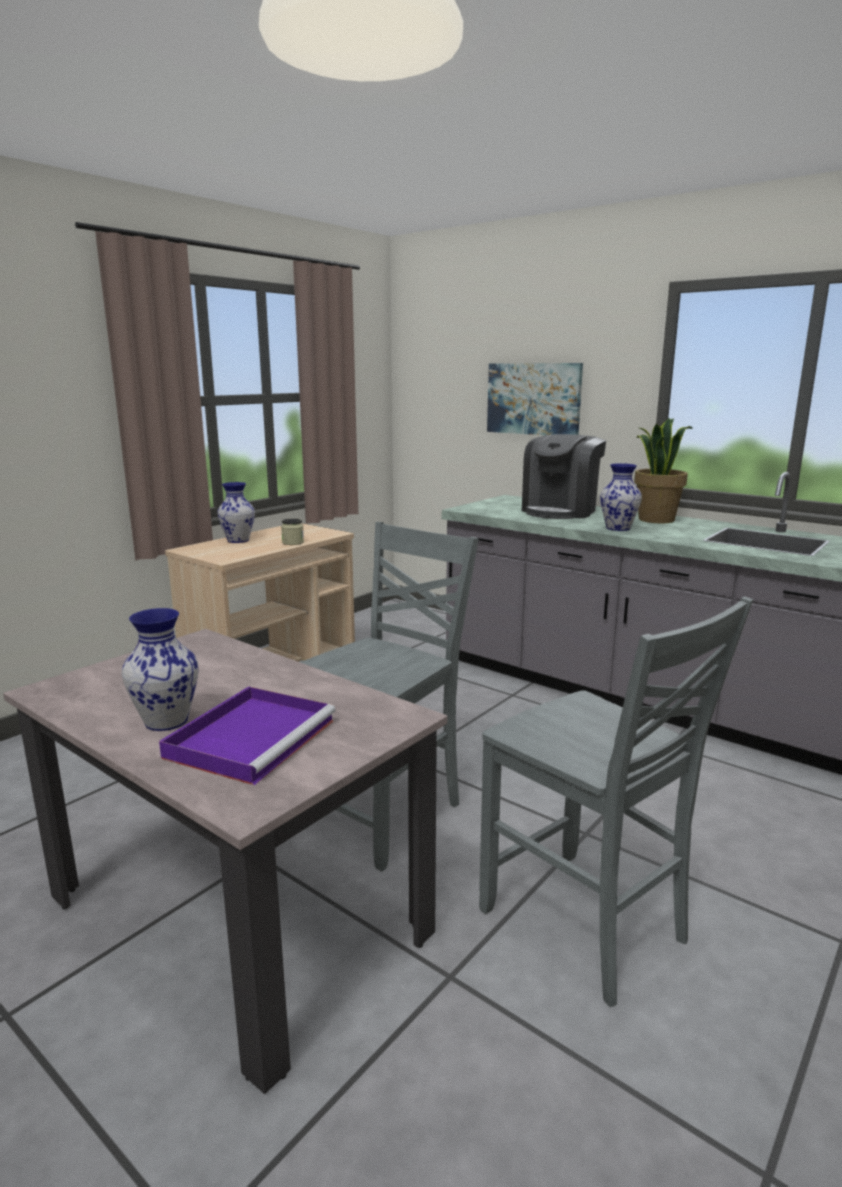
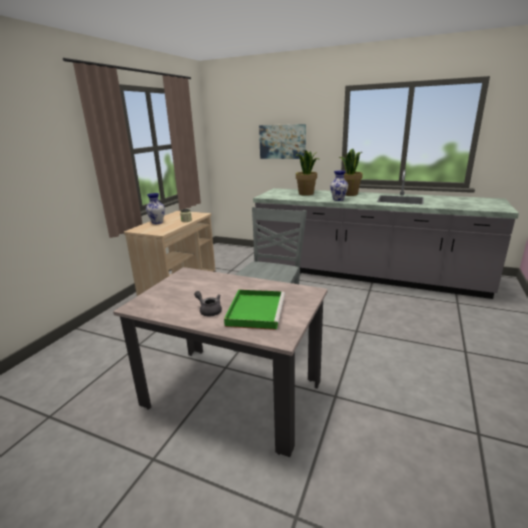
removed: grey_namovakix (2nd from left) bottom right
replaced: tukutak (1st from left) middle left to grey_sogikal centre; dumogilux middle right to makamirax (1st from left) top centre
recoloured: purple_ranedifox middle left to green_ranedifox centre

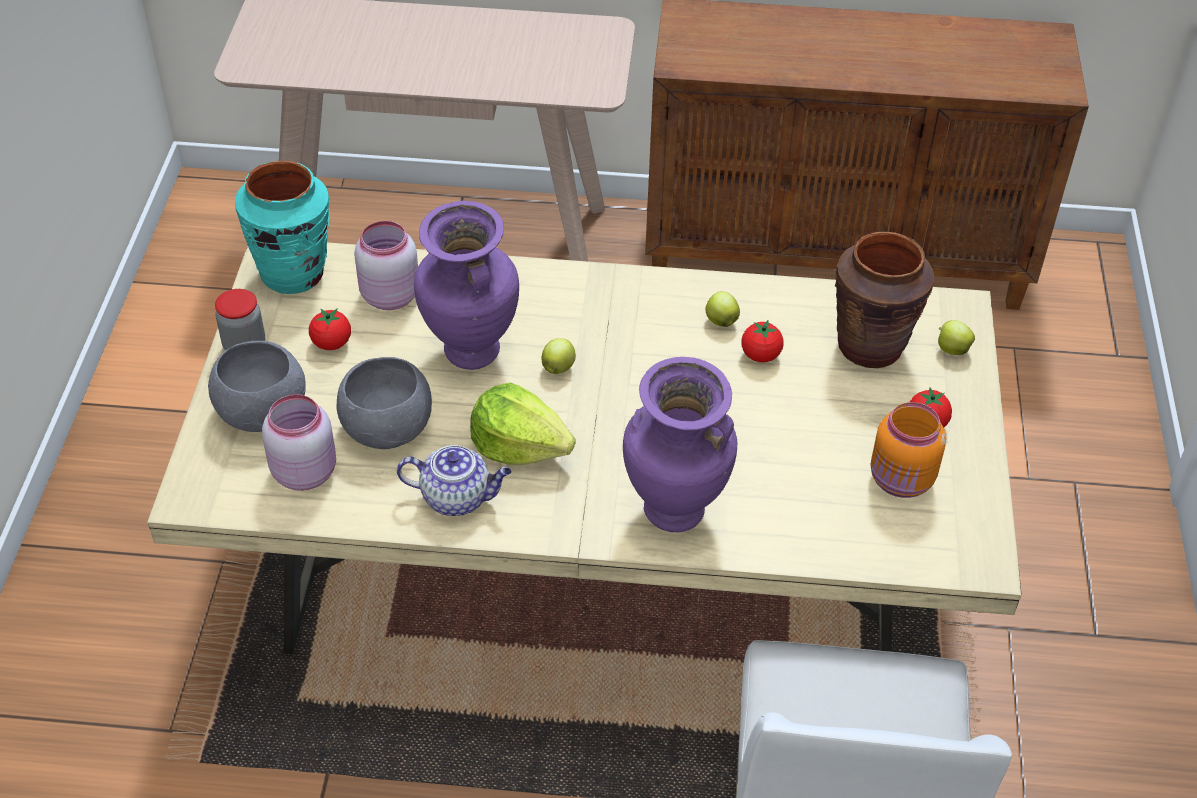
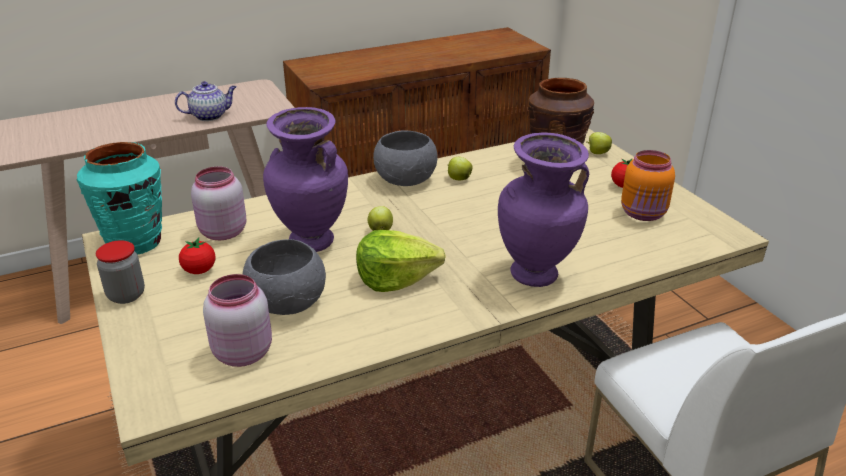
removed: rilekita (2nd from left) centre
moved: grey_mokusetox (1st from left in the first image) middle left to grey_mokusetox (2nd from left) top centre; sogikal centre to top left

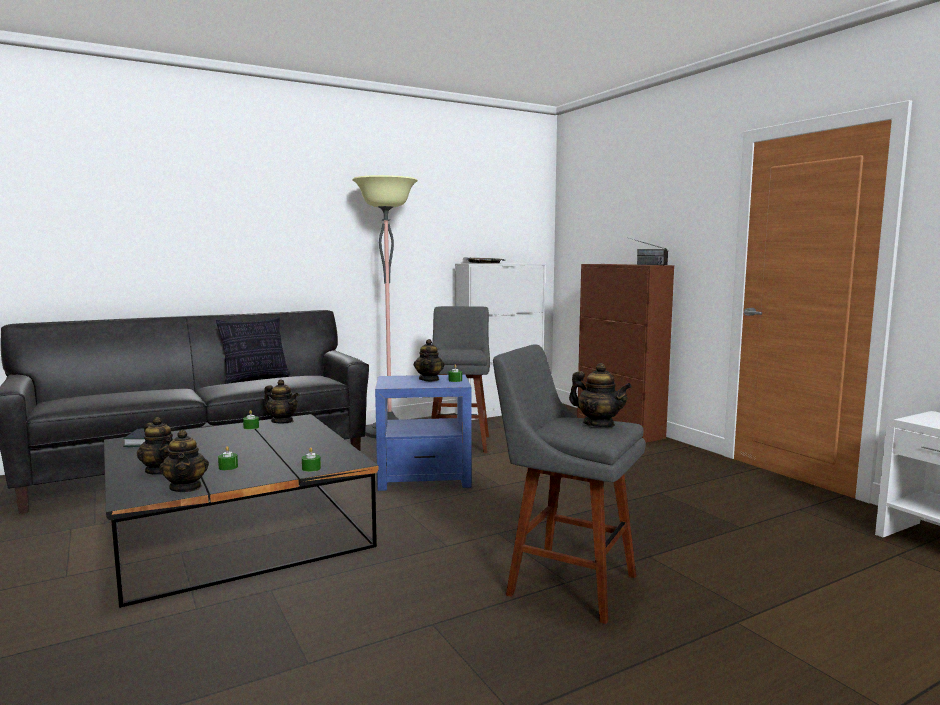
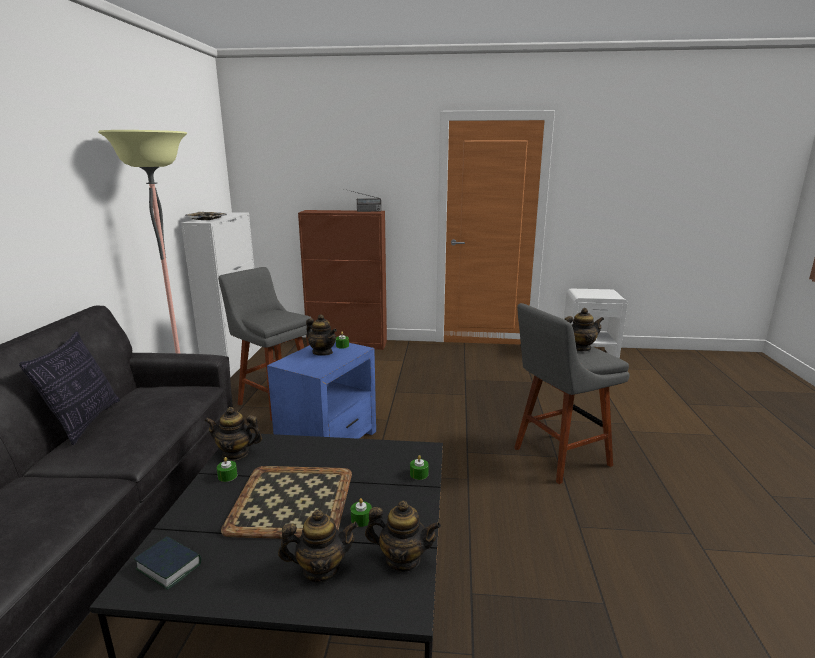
added: ranedifox (2nd from left) bottom centre
turned: sogikal (3rd from left in the first image) middle left = middle left 150 degrees counterclockwise

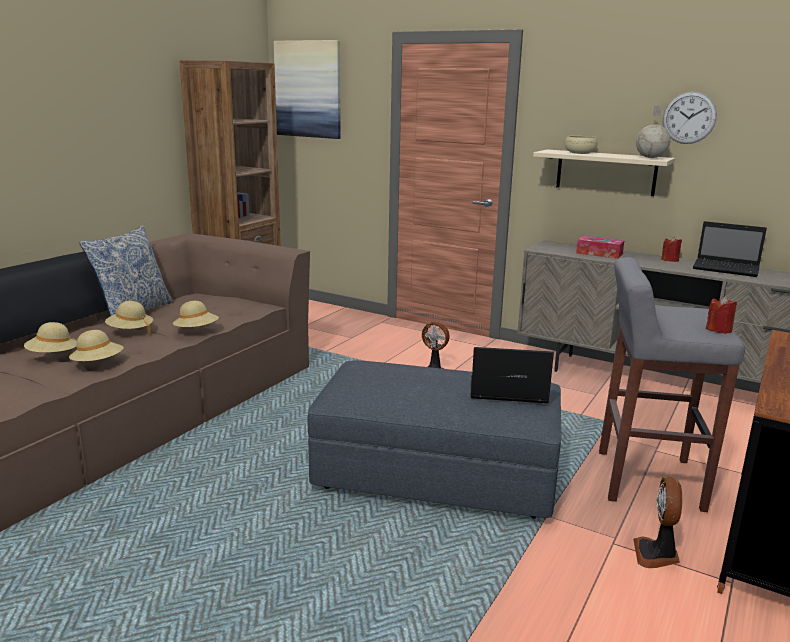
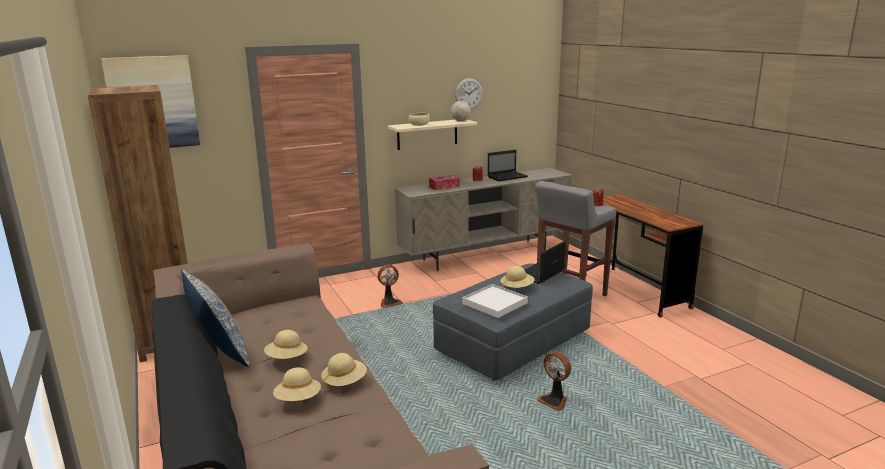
added: white_ranedifox centre
moved: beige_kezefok (4th from left) middle left to centre; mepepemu (2nd from left) bottom right to bottom centre

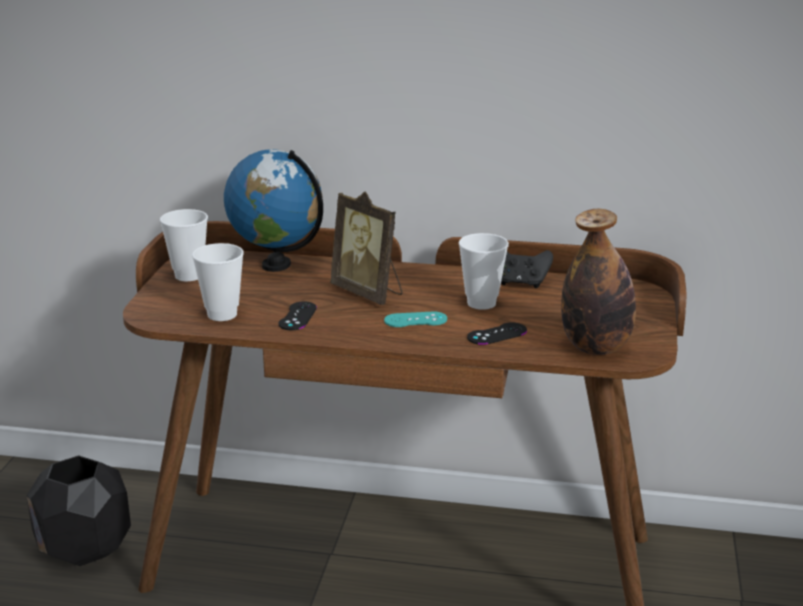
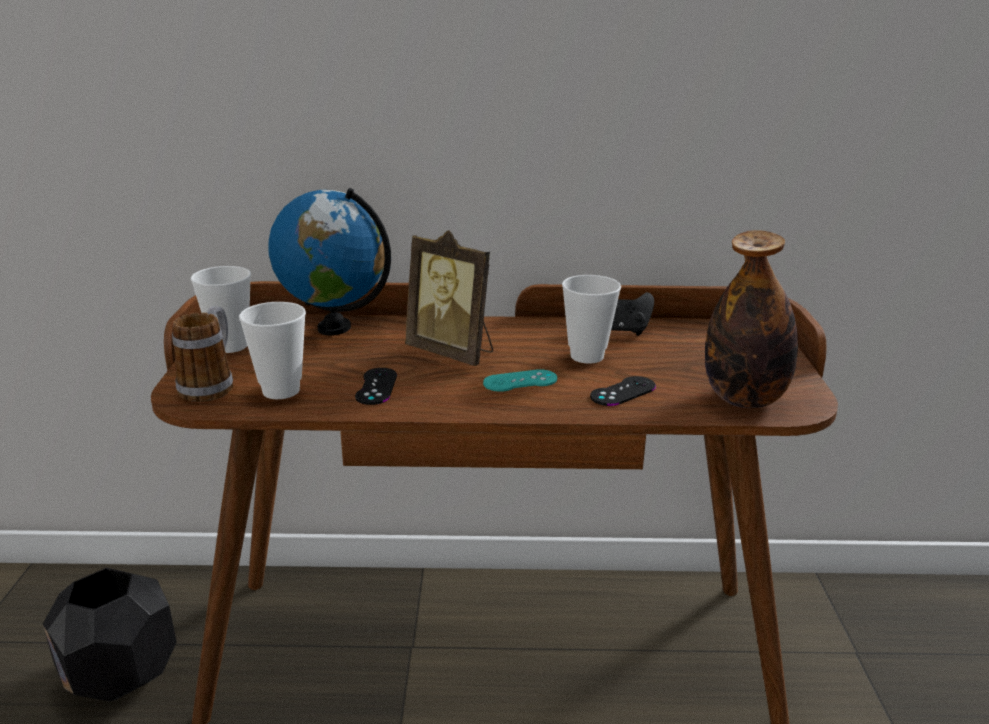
added: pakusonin middle left

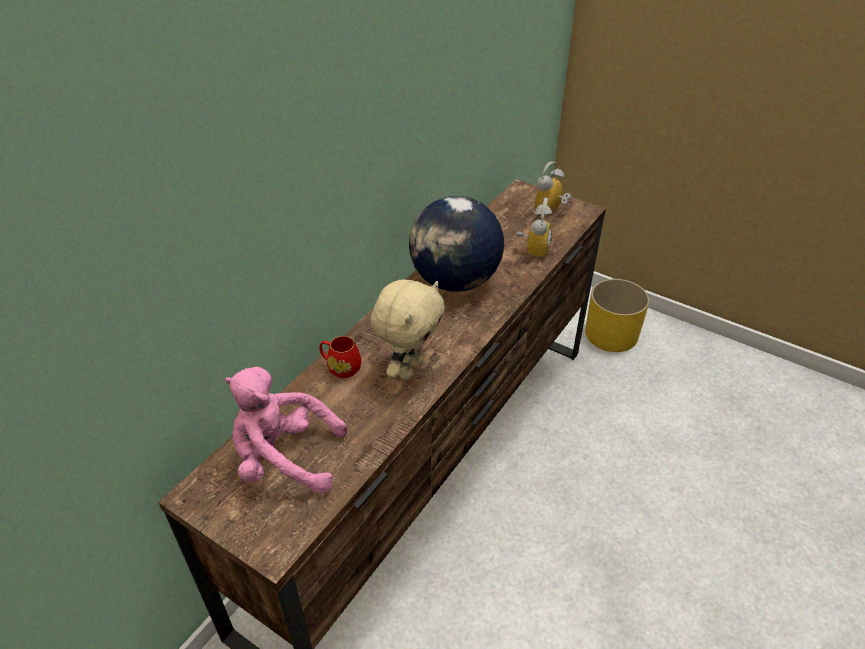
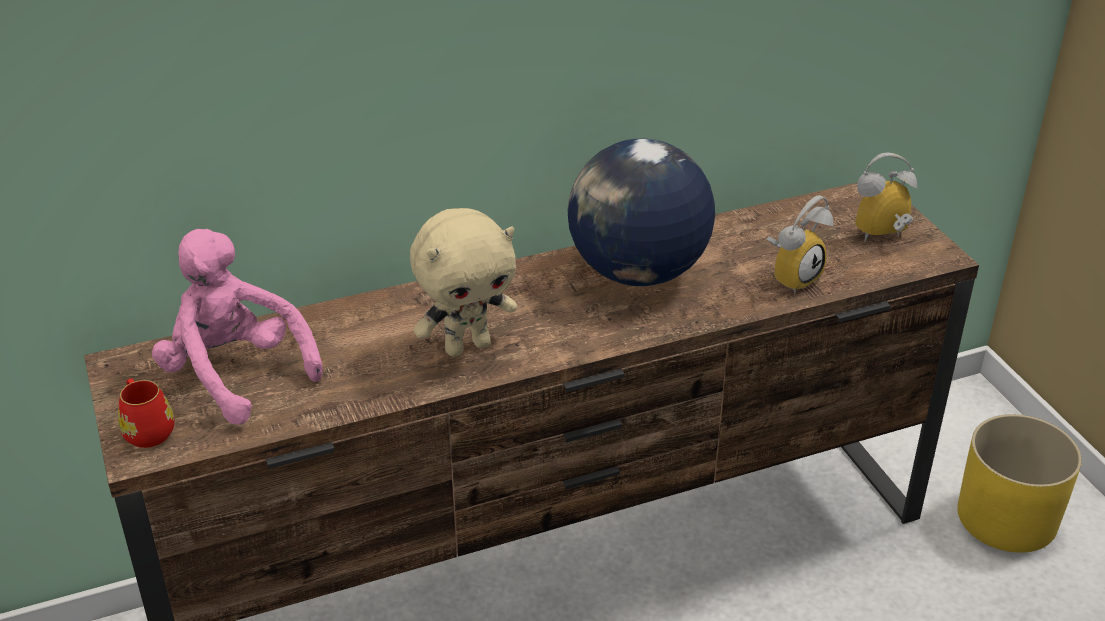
moved: red_pakusonin centre to middle left

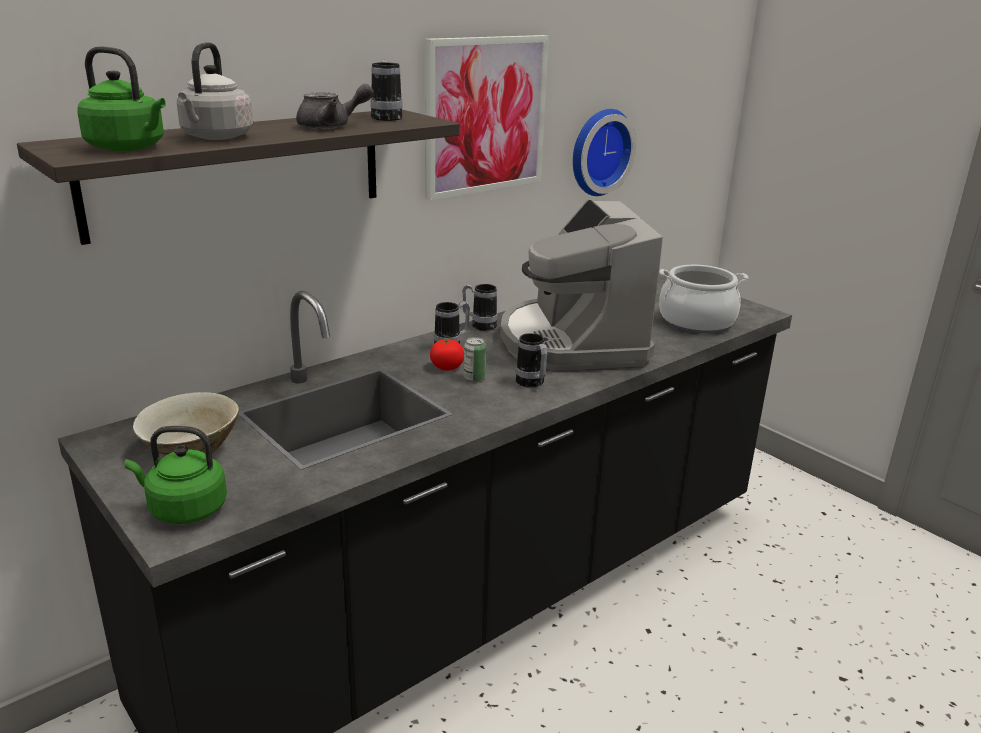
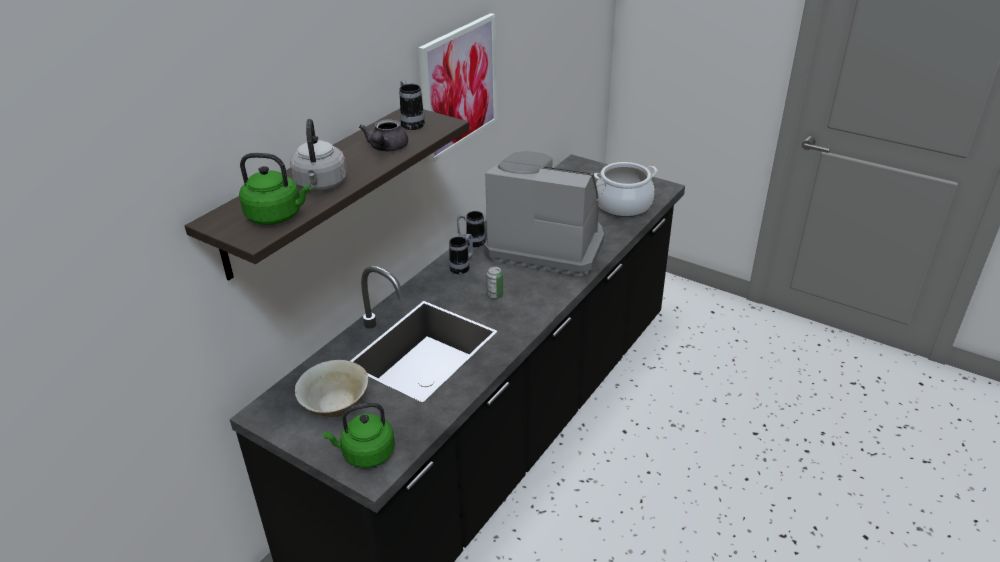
removed: rilekita centre; pakusonin (4th from left) centre; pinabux top centre
turned: grey_sogikal top centre = top centre 135 degrees clockwise; dumogilux centre = centre 135 degrees clockwise

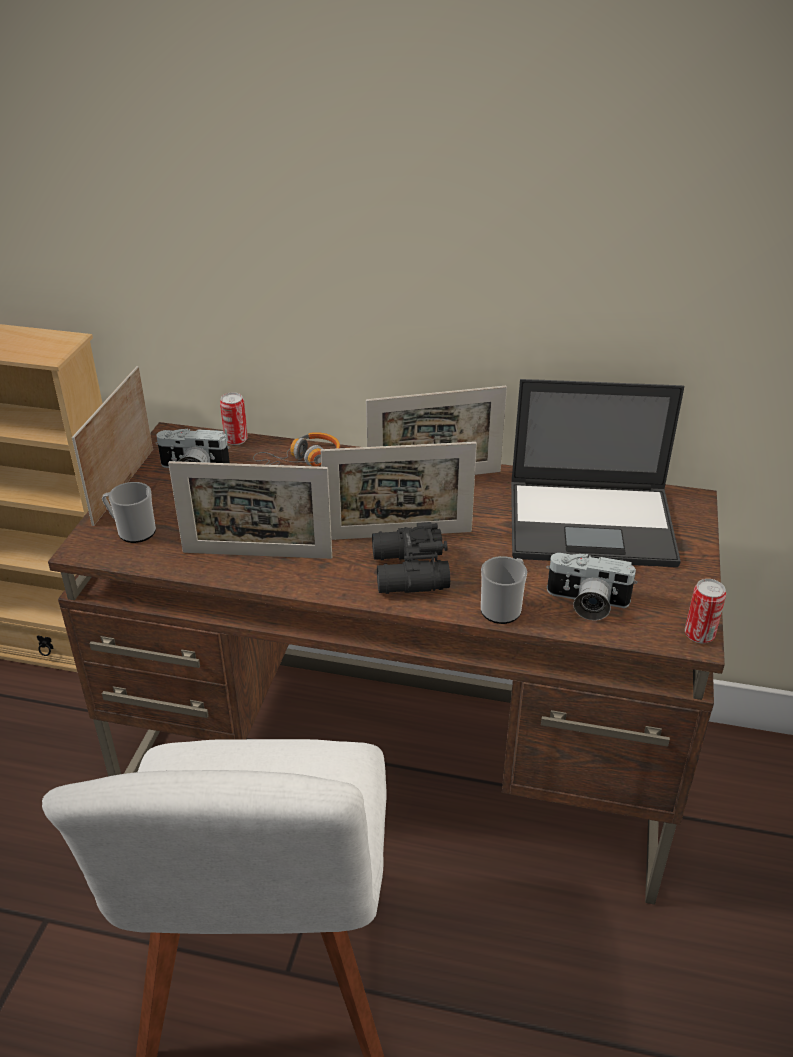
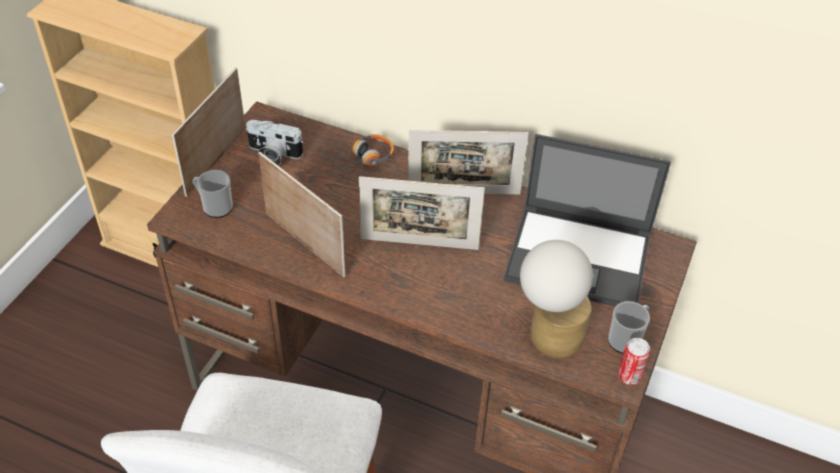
removed: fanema (1st from left) middle left; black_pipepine centre
moved: pakusonin (2nd from left) centre to bottom right
replaced: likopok (2nd from left) middle right to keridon centre
turned: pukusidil (2nd from left) middle left = centre 150 degrees counterclockwise

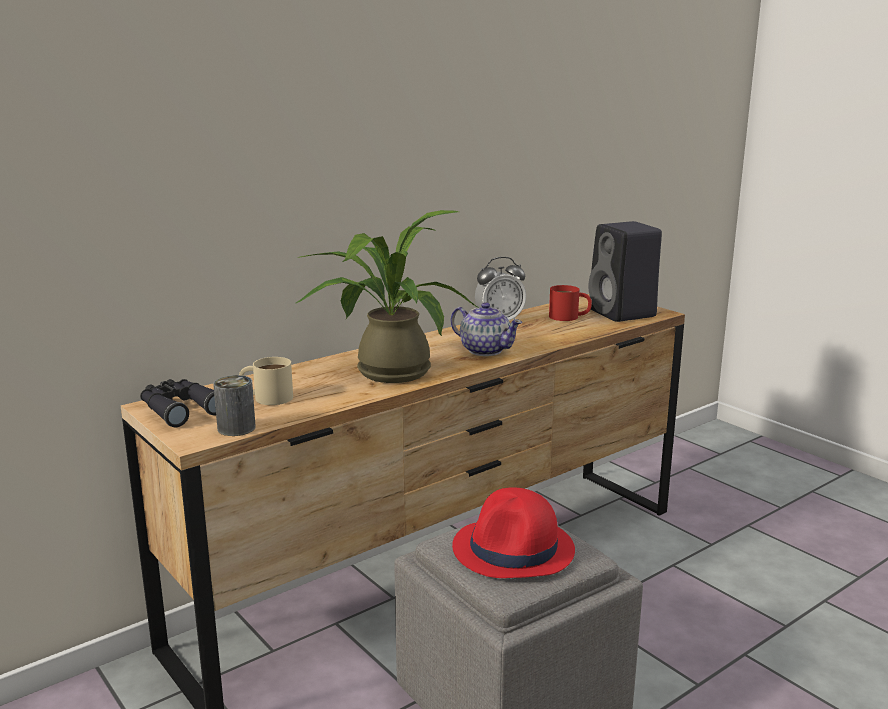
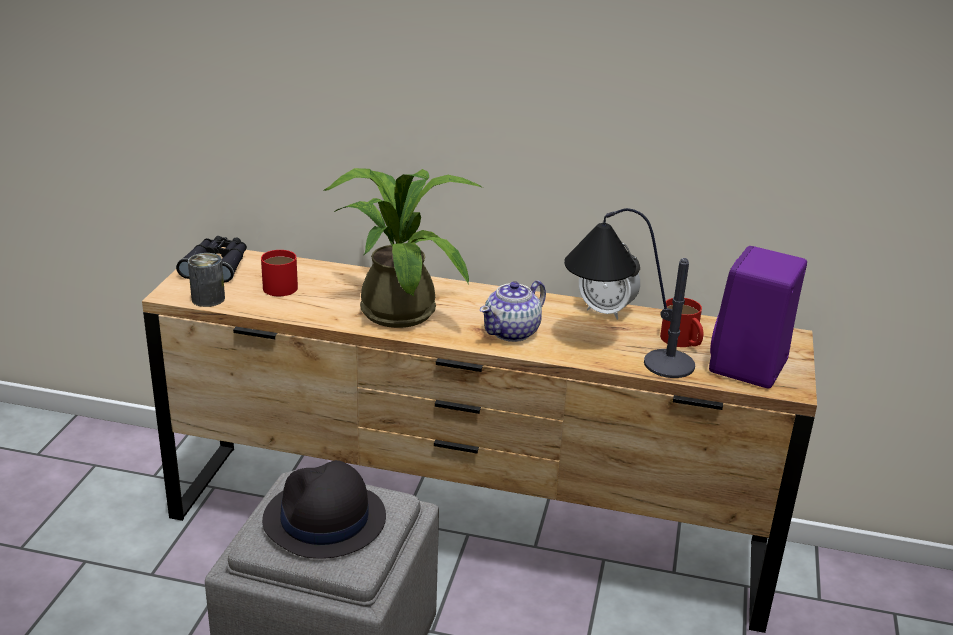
added: keridon centre
recoloured: beige_pakusonin middle left to red_pakusonin (1st from left) middle left; red_kezefok bottom centre to black_kezefok bottom centre; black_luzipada middle right to purple_luzipada middle right
turned: sogikal centre = centre 45 degrees clockwise

